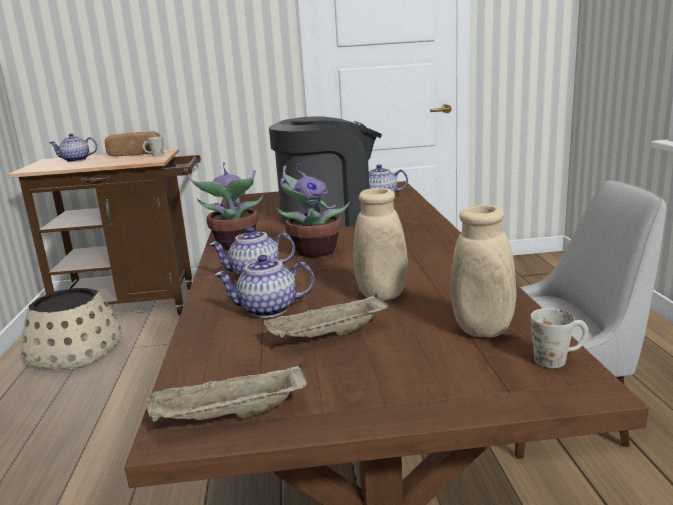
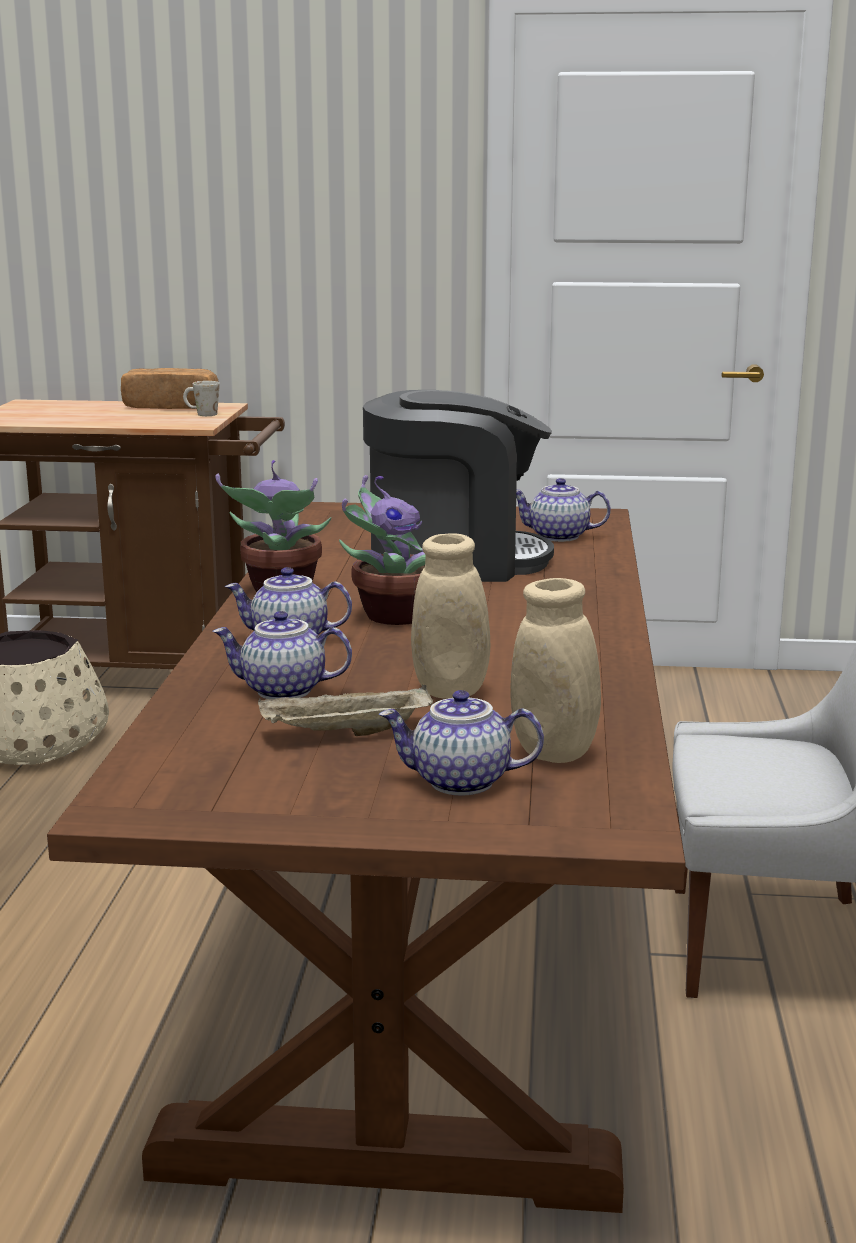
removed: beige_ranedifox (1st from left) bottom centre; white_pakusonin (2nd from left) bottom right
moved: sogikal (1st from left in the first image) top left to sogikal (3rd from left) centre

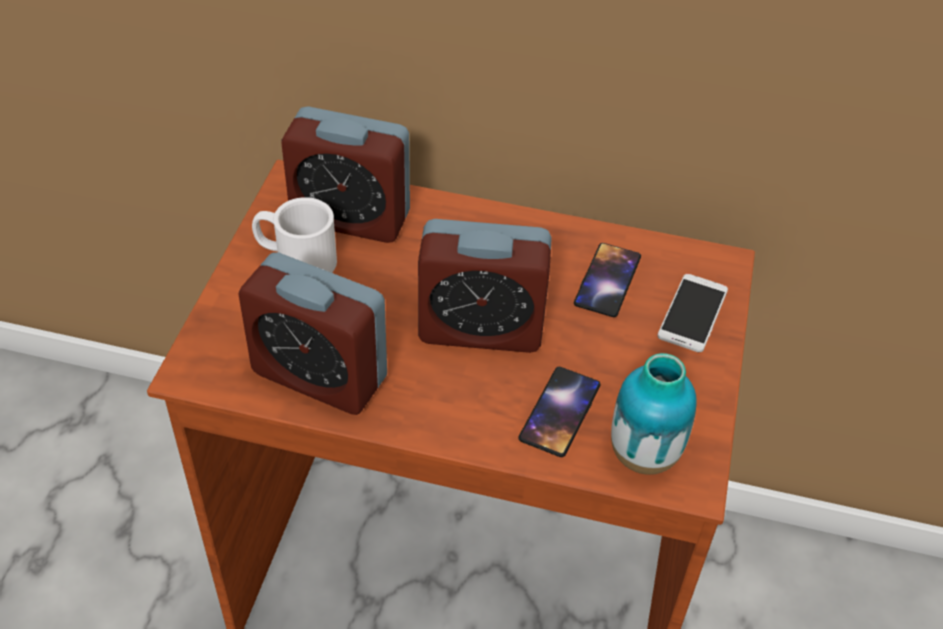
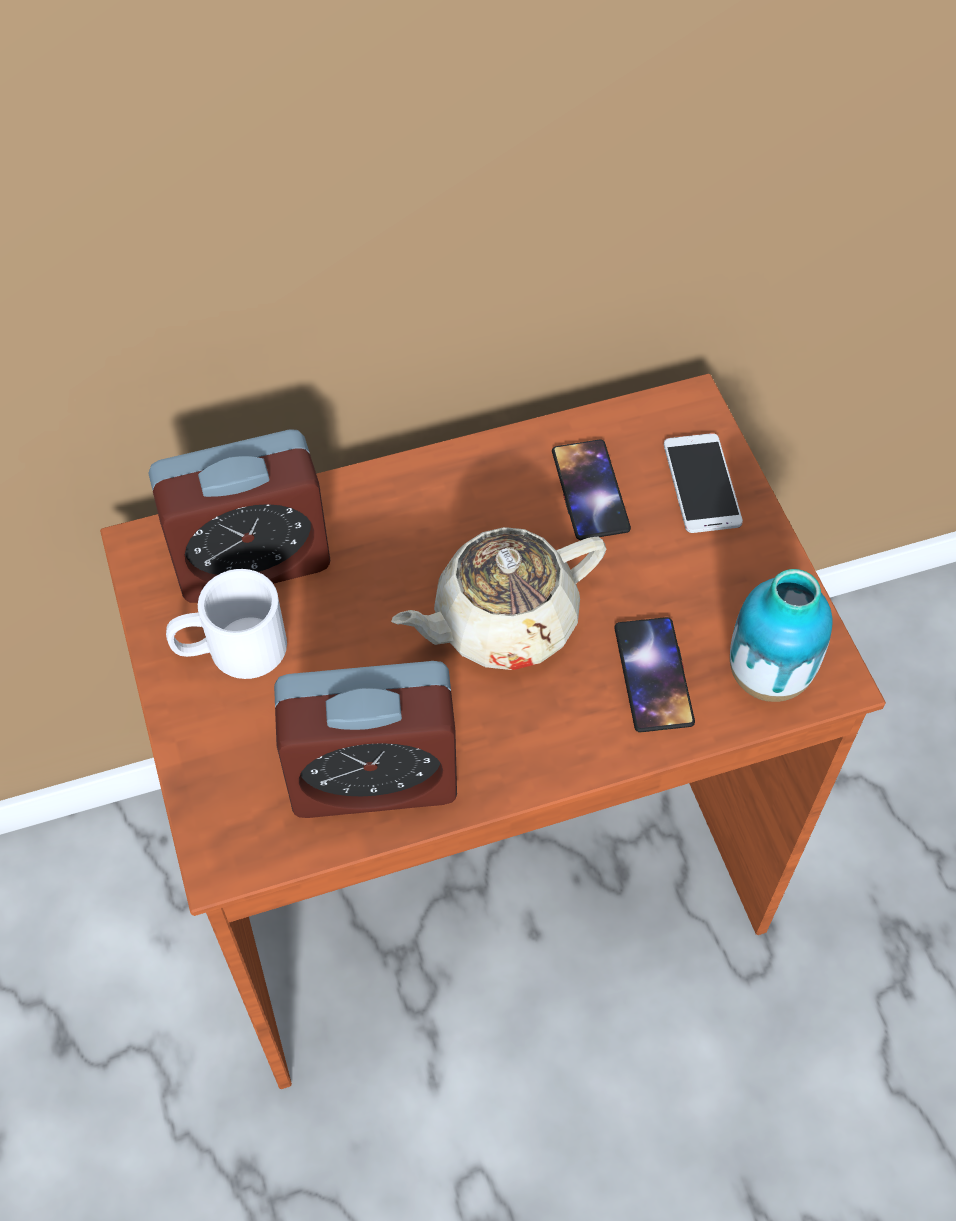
replaced: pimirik (3rd from left) centre to beige_sogikal centre

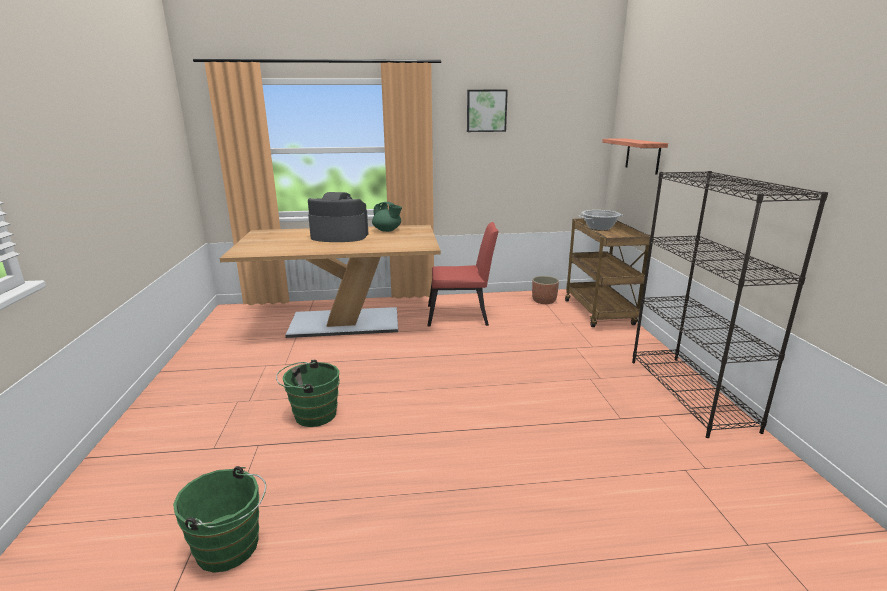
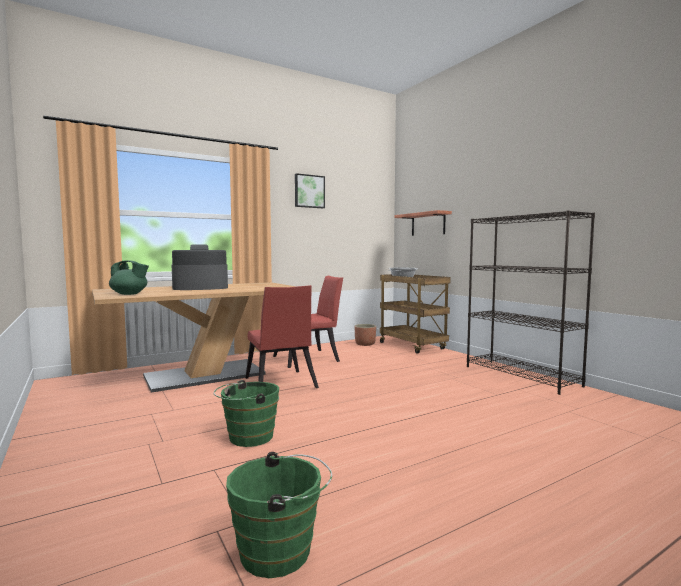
added: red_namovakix (1st from left) centre
moved: green_sogikal centre to middle left

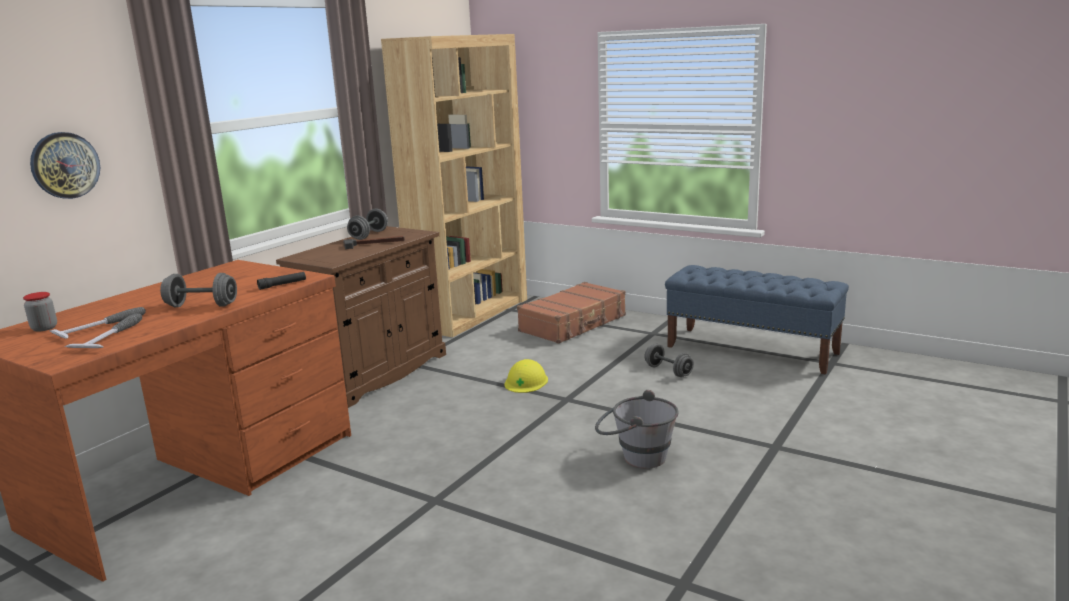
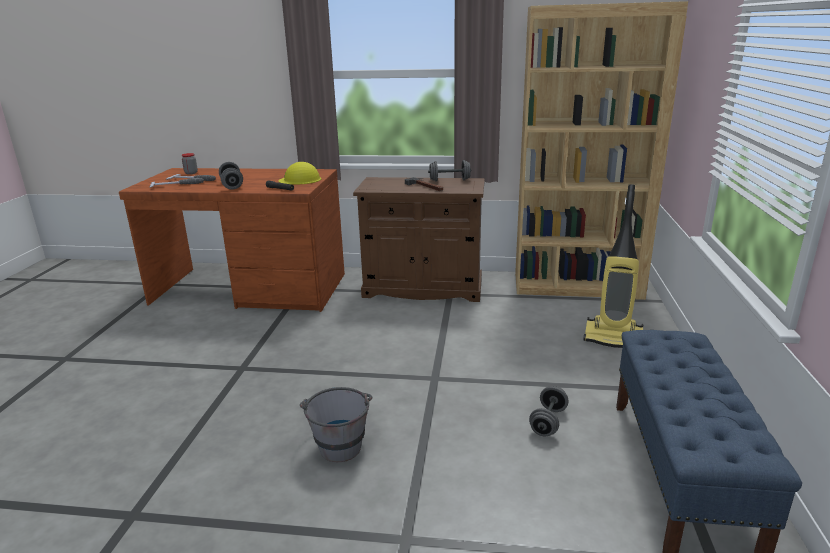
removed: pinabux top left
moved: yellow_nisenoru centre to top centre
replaced: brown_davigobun centre to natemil middle right

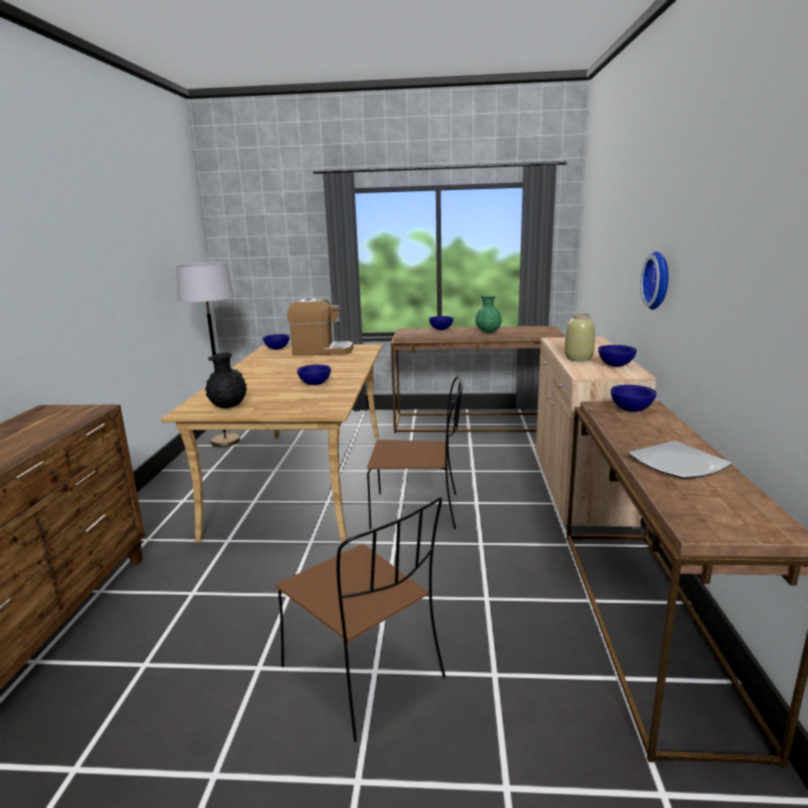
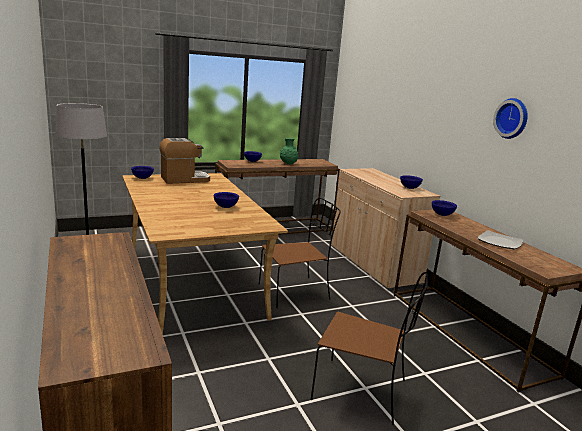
removed: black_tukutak middle left; beige_tukutak middle right
moved: pinabux middle right to top right

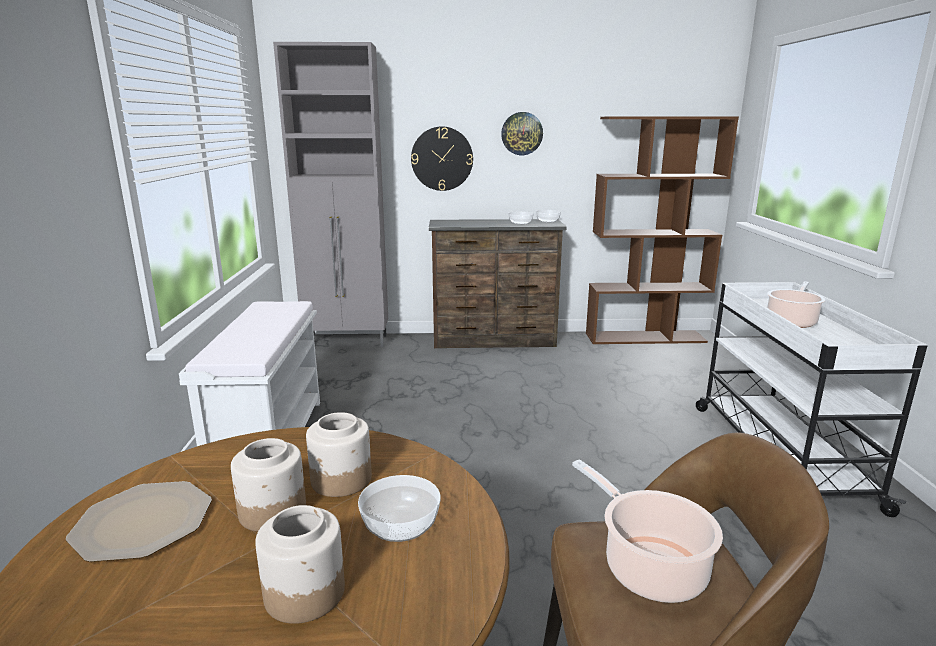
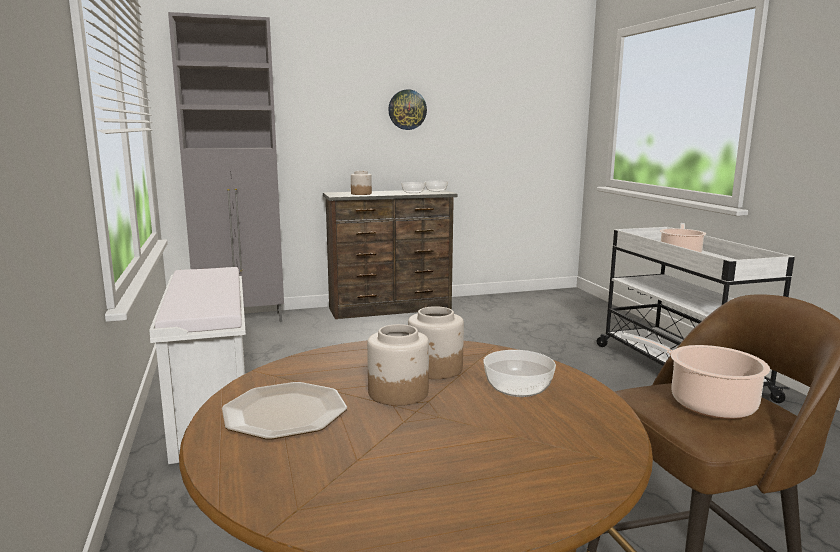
removed: pinabux (1st from left) top centre; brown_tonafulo middle right
moved: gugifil (2nd from left in the first image) bottom left to gugifil (1st from left) top centre

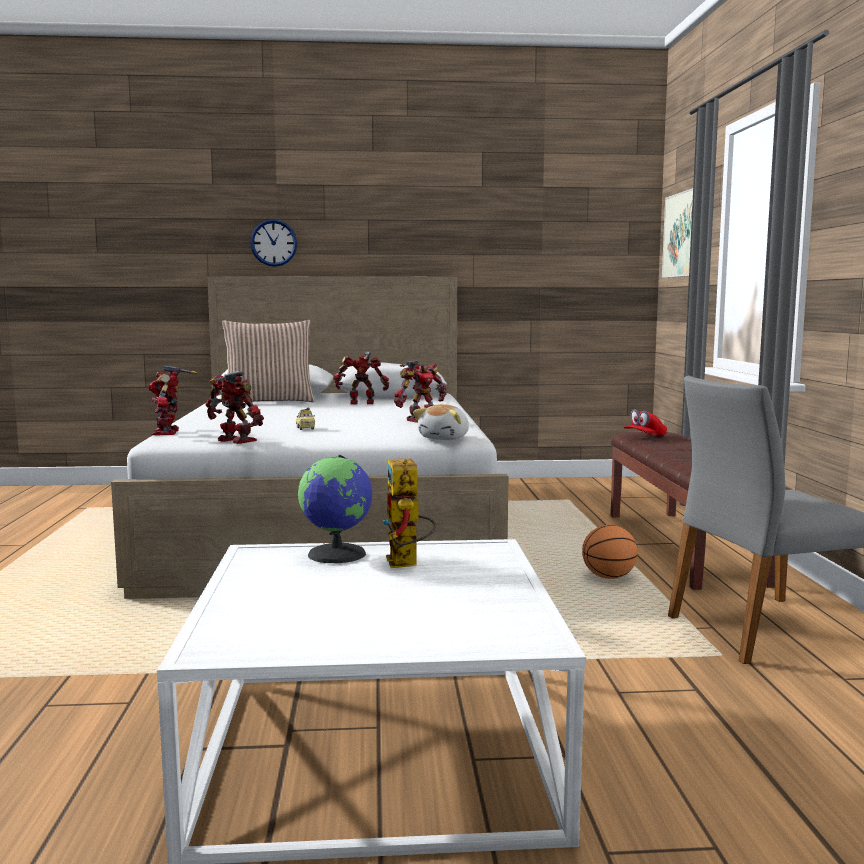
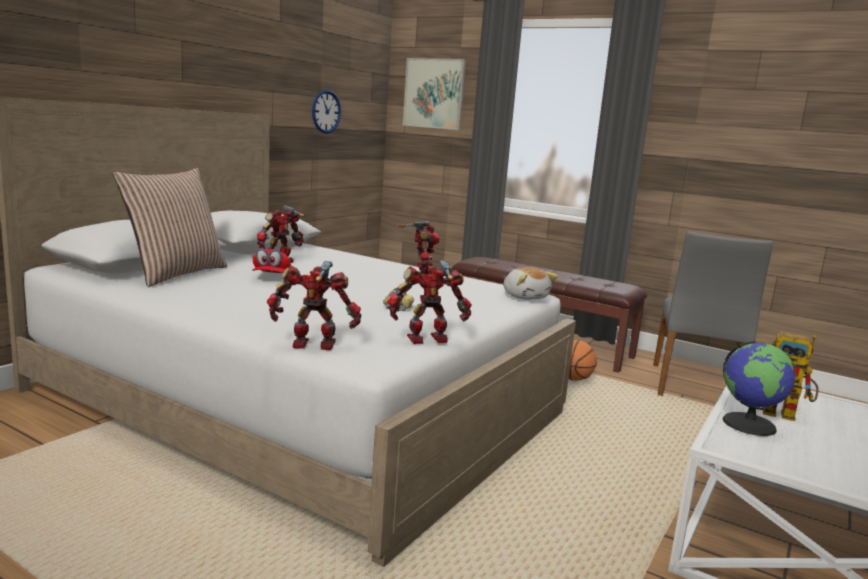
moved: pinabux top left to top centre; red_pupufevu middle right to middle left
turned: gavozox (1st from left in the first image) middle left = centre 150 degrees clockwise

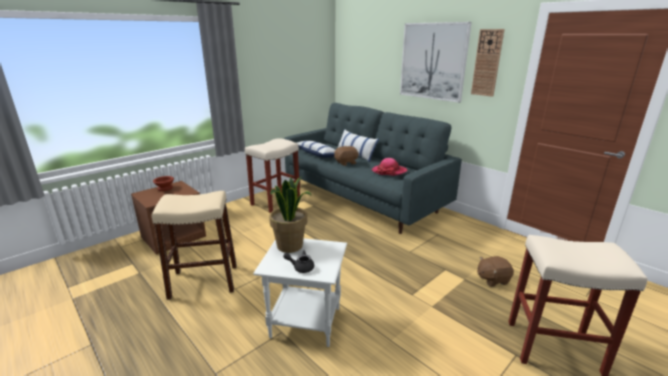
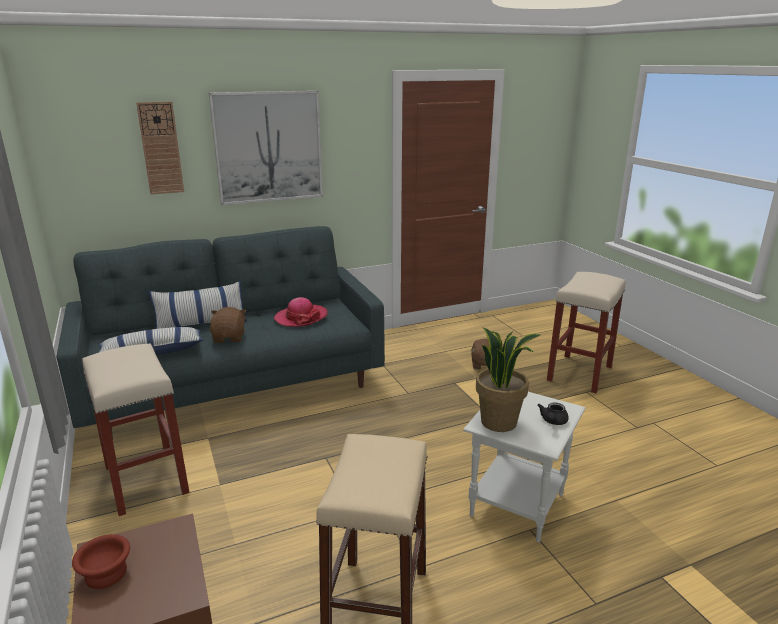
moved: pinabux top right to top left

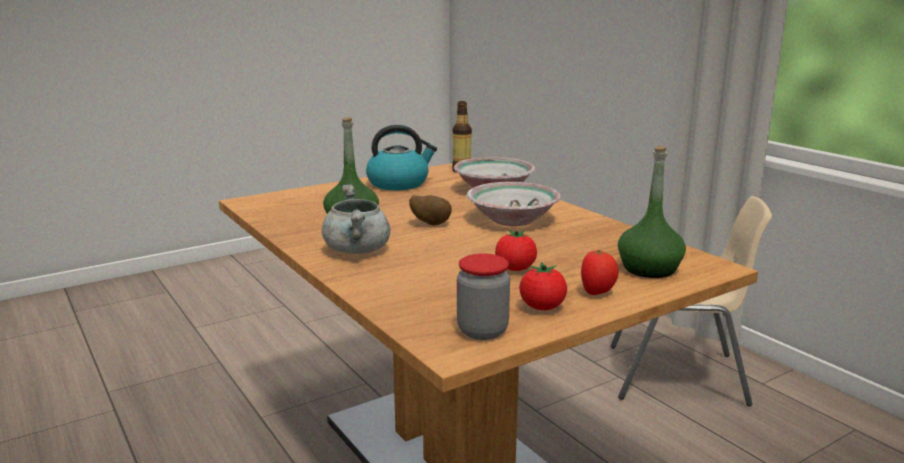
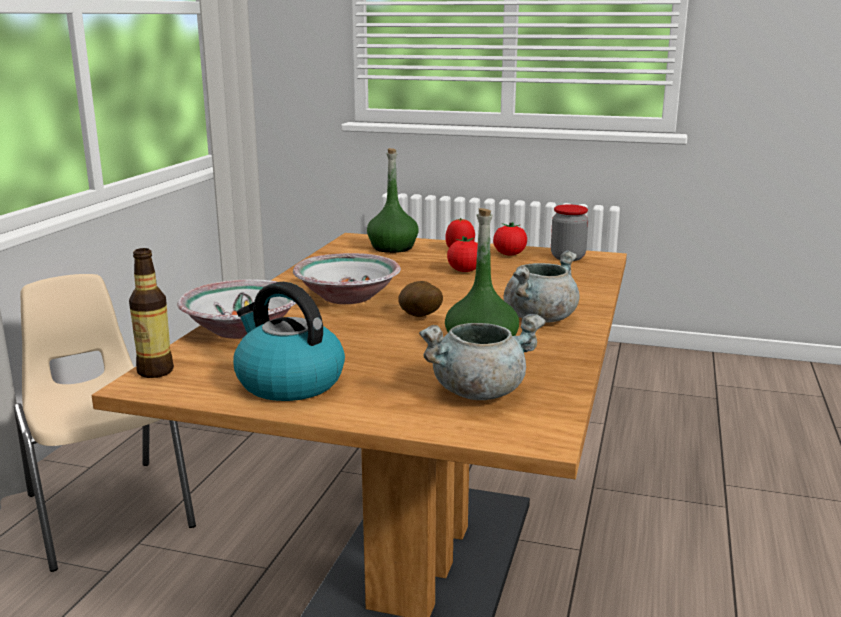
added: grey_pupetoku (1st from left) centre

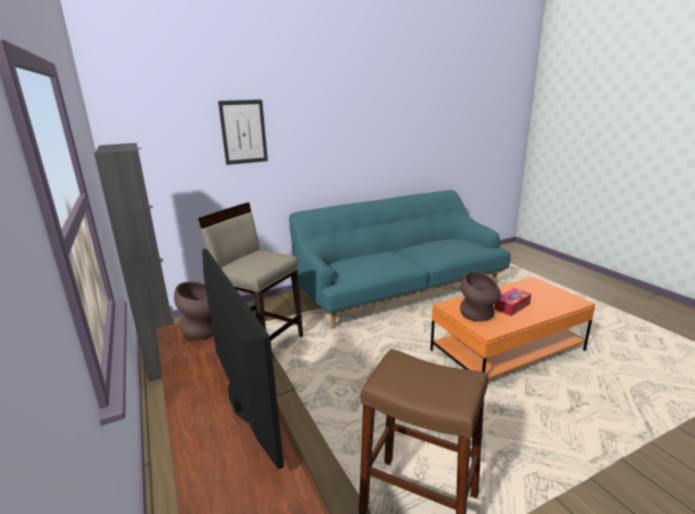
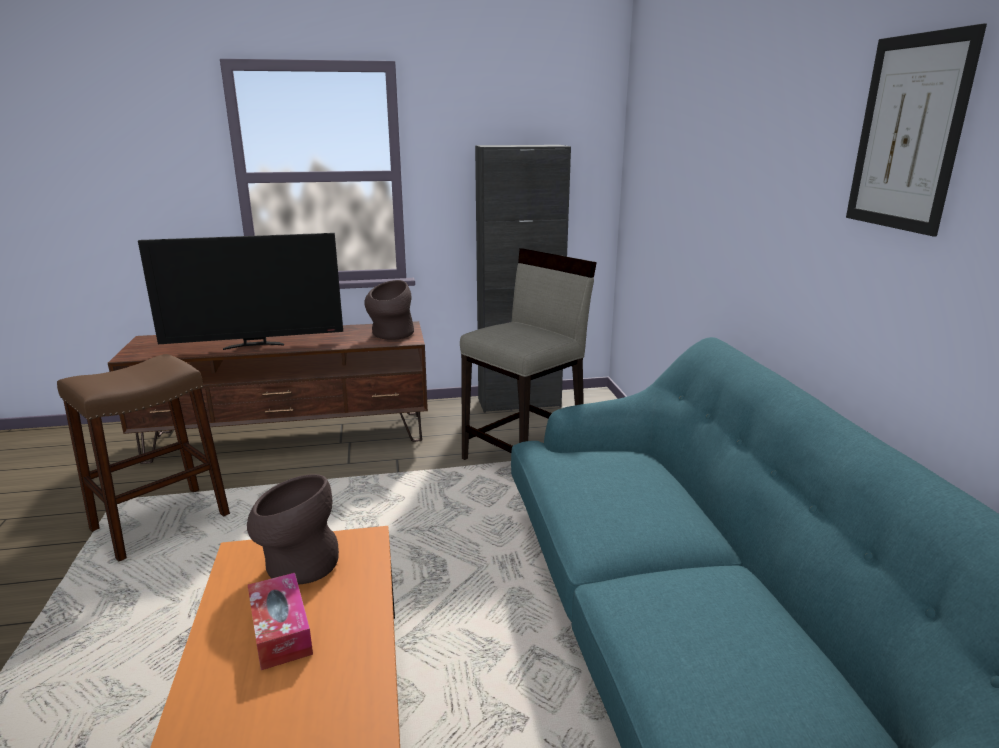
moved: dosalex top centre to top right

